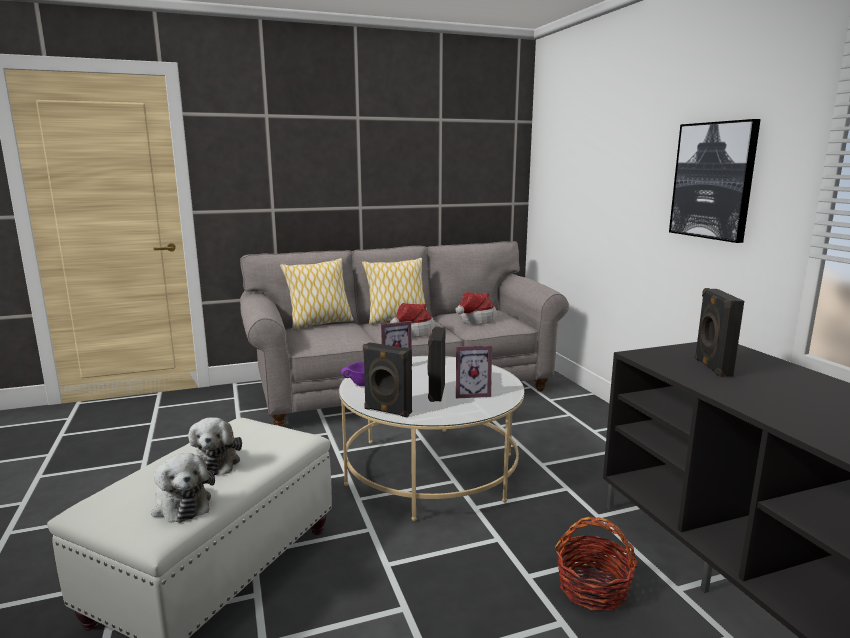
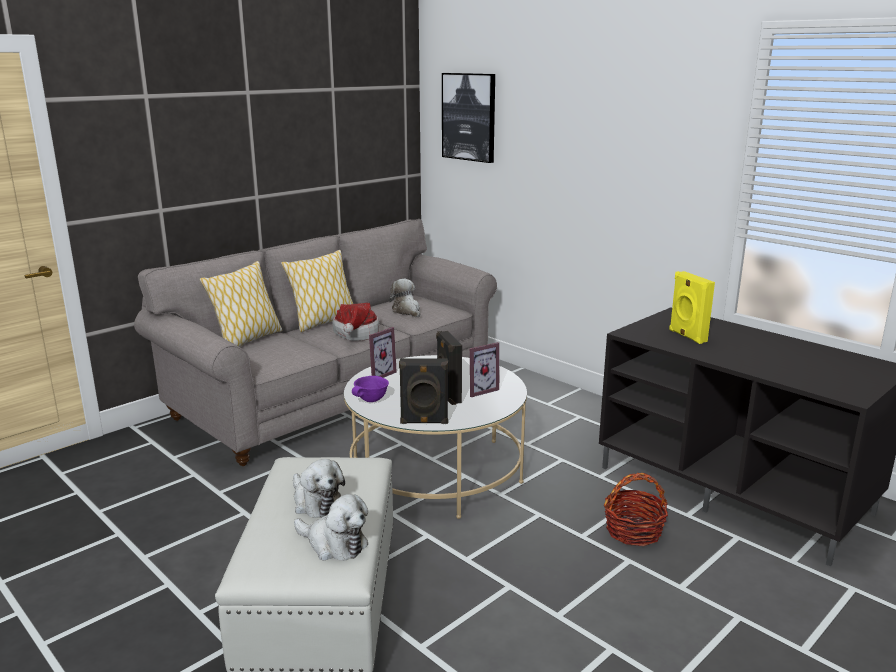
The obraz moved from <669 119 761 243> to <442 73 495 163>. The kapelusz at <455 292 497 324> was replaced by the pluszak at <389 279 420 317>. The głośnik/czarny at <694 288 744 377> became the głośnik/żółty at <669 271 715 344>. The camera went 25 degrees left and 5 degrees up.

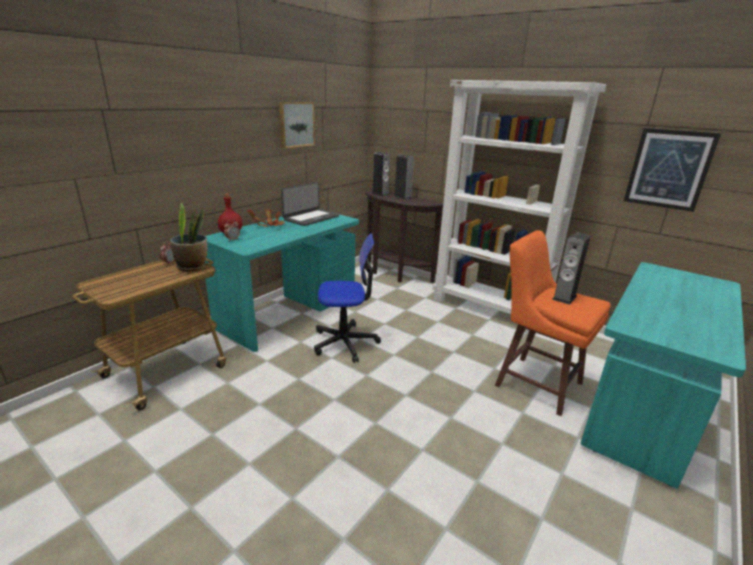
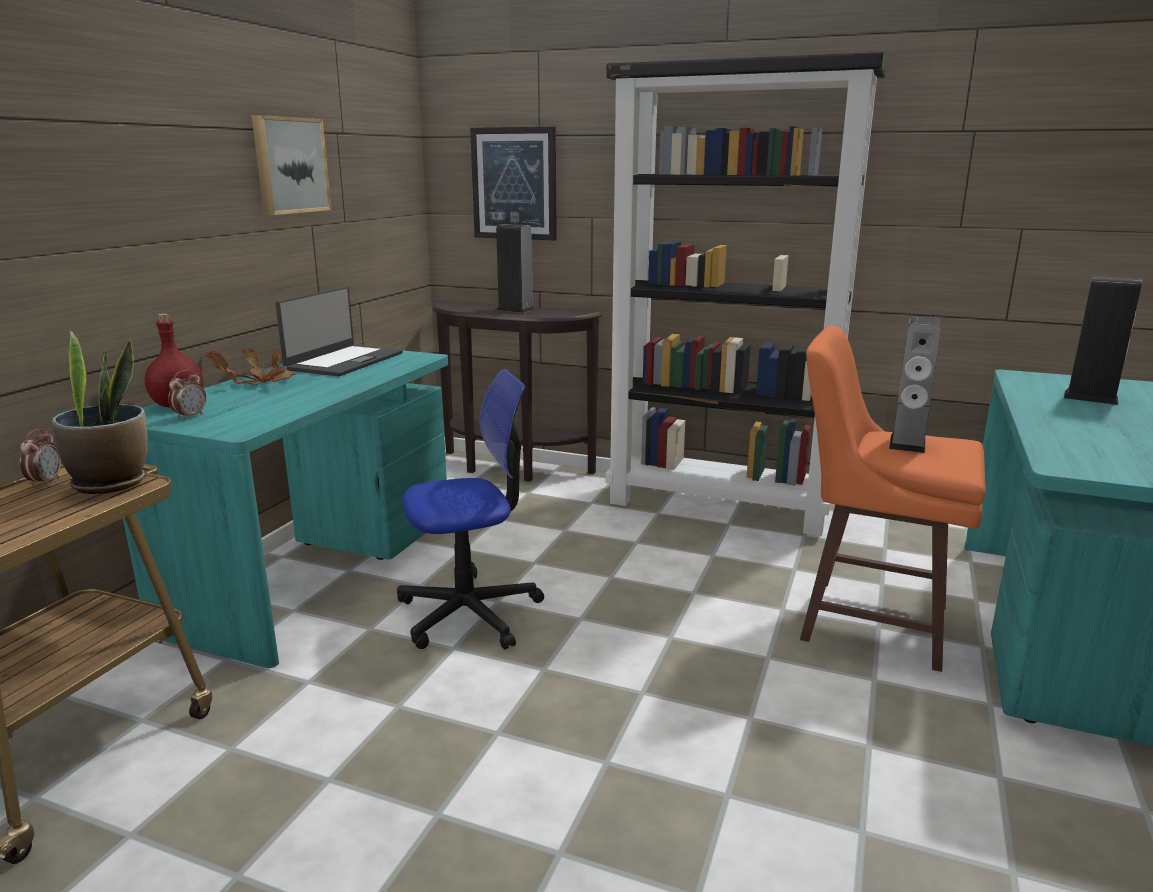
The głośnik moved from <372 152 390 196> to <1064 276 1142 405>. The obraz moved from <624 128 721 212> to <470 127 557 240>. The regał/biały at <432 80 606 334> became the regał/czarny at <606 52 887 536>. The camera went 15 degrees left and 5 degrees down.

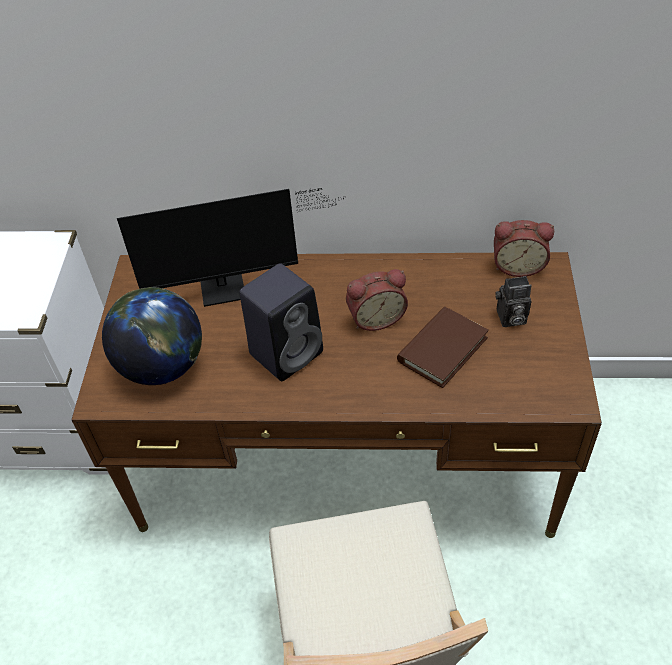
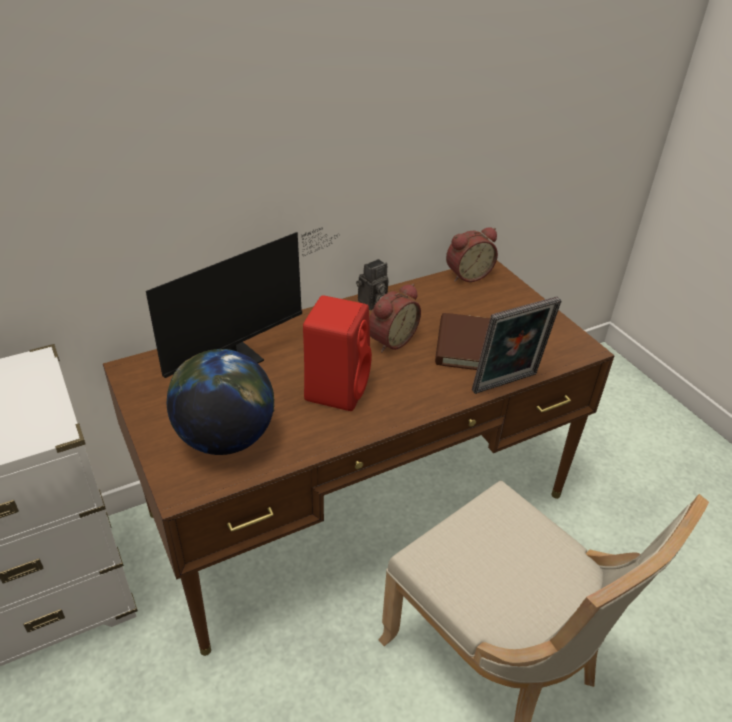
The ramka na zdjęcie at <472 296 562 394> appeared. The aparat fotograficzny moved from <495 276 531 327> to <356 259 389 311>. The głośnik/czarny at <239 263 323 381> became the głośnik/czerwony at <303 296 372 411>. The camera went 35 degrees left and 10 degrees down.

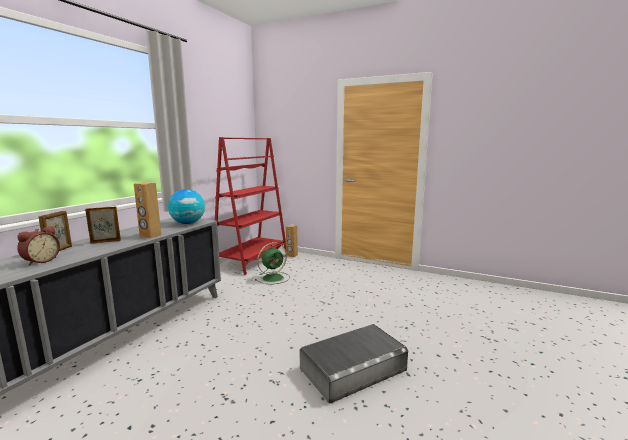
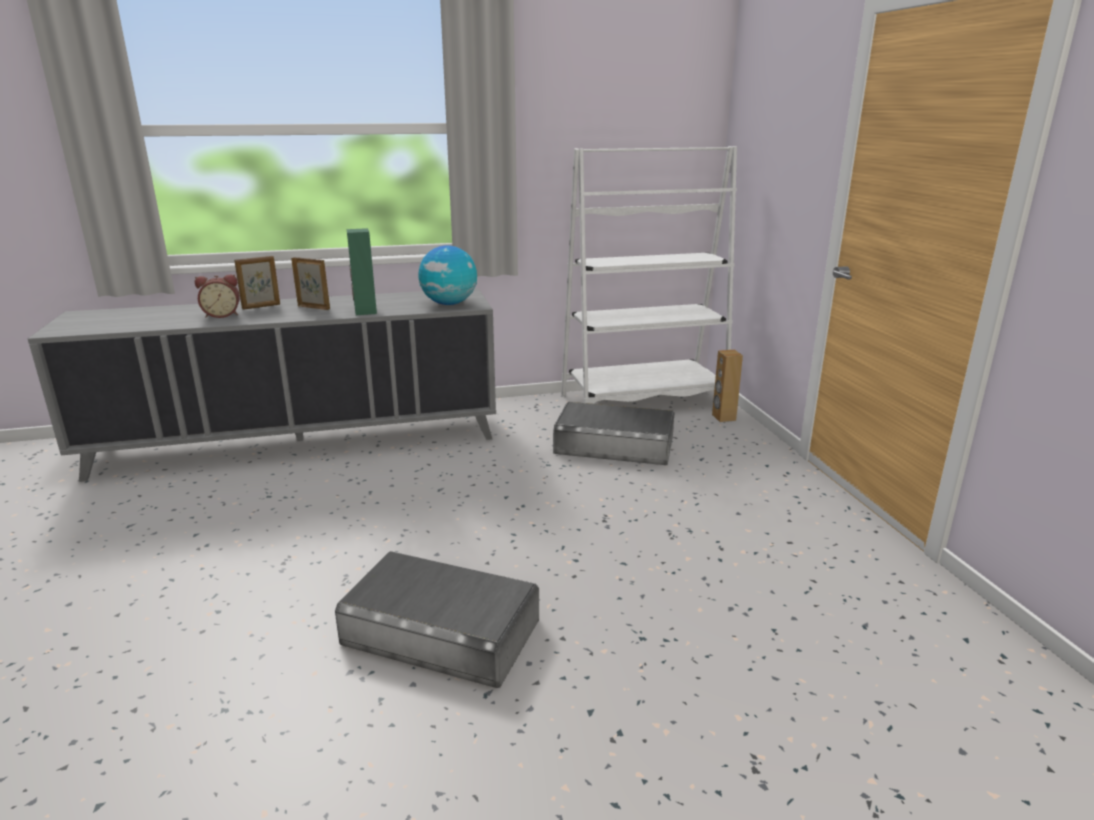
The wentylator/zielony at <255 242 290 284> was replaced by the pojemnik do przechowywania/szary at <553 402 674 465>. The głośnik/brązowy at <134 182 161 238> became the głośnik/zielony at <347 228 377 315>. The regał/czerwony at <215 137 286 275> became the regał/biały at <561 146 737 404>. The camera went 50 degrees right and 10 degrees up.

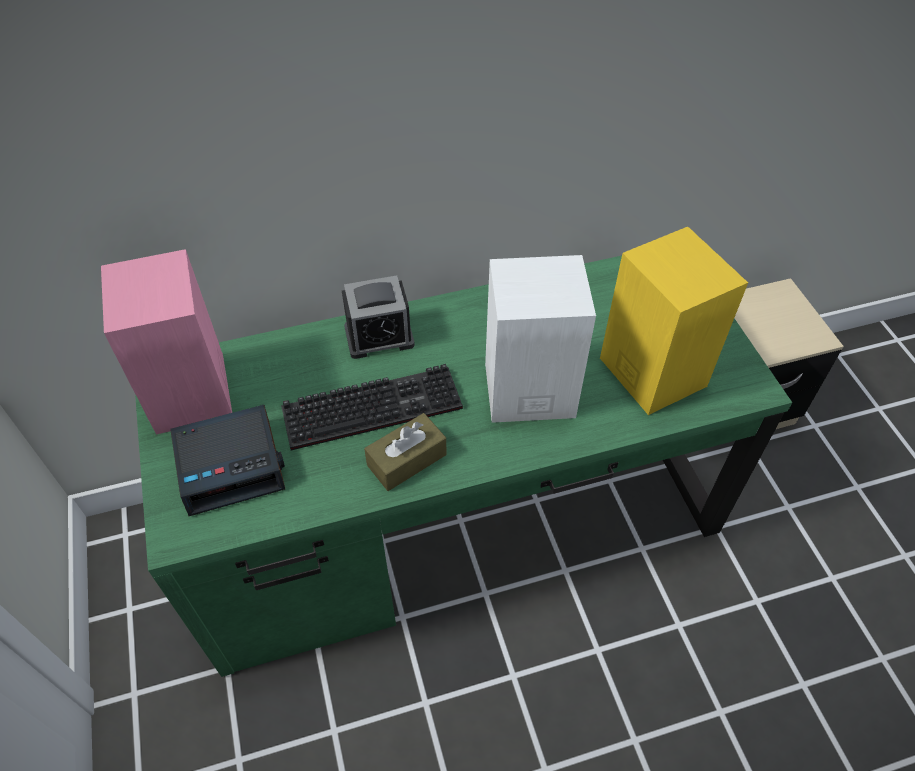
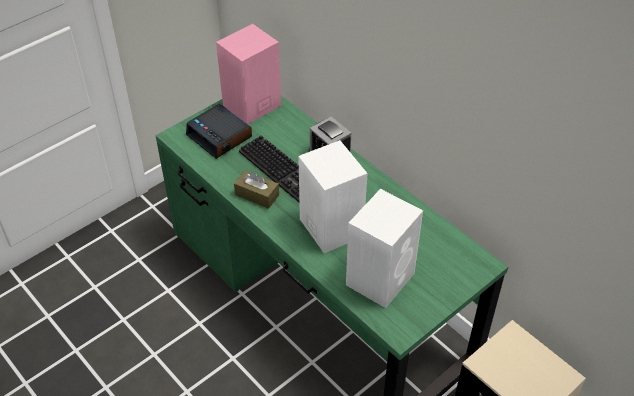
The głośnik/żółty at <600 227 748 415> became the głośnik/biały at <346 189 423 308>. The camera went 65 degrees right and 5 degrees down.

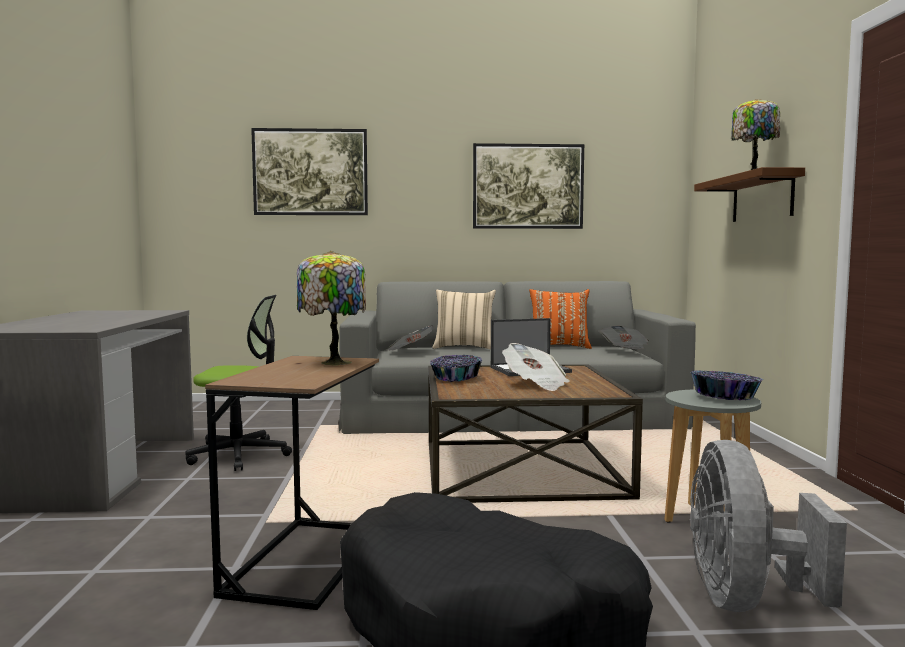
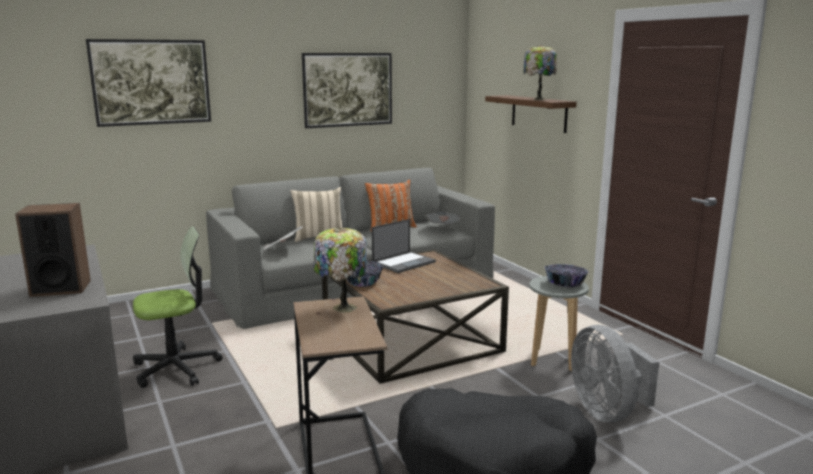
The gazeta at <502 343 570 391> disappeared. The głośnik at <15 203 91 297> appeared. The camera went 25 degrees left and 10 degrees up.

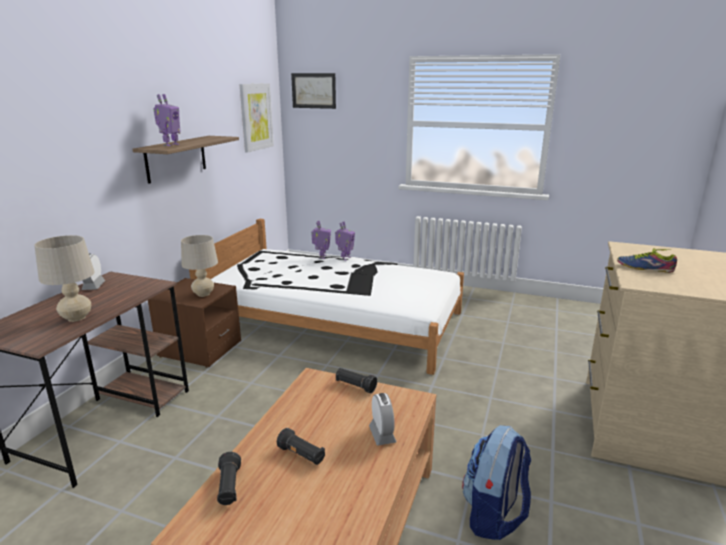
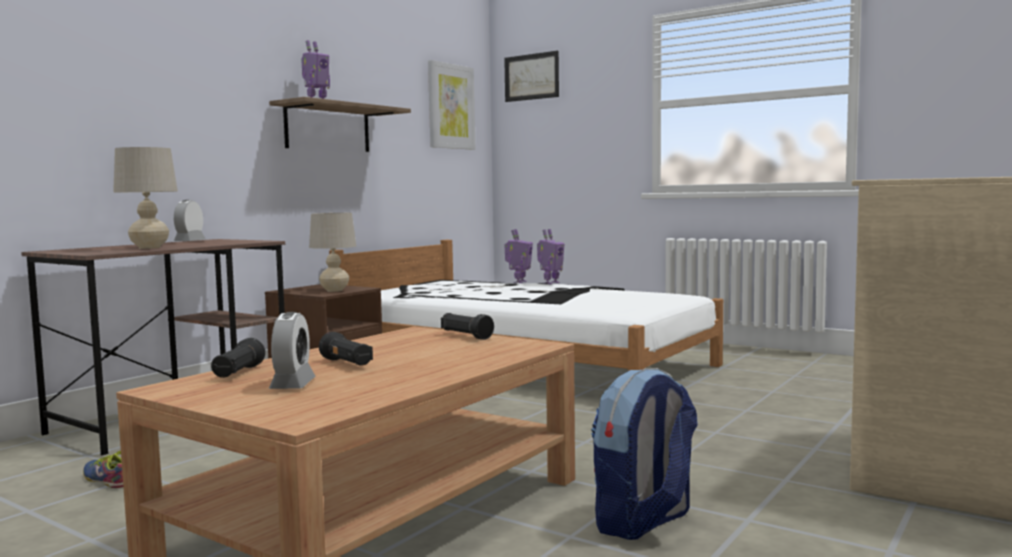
The budzik moved from <369 393 397 445> to <269 312 315 389>. The but moved from <617 248 677 273> to <83 451 123 488>. The camera went 15 degrees right and 15 degrees down.

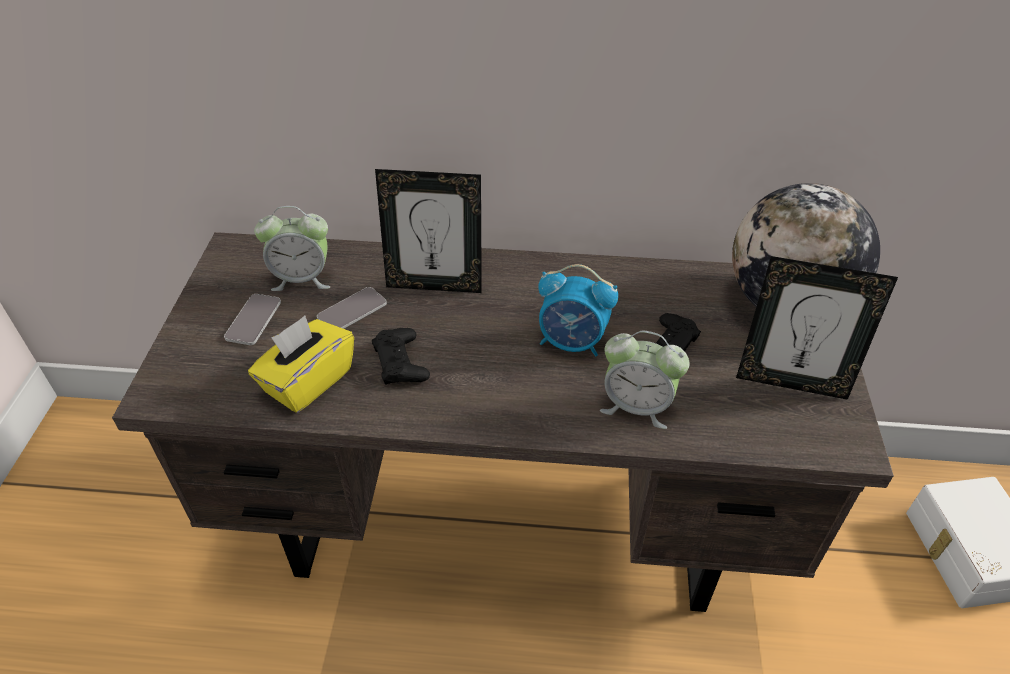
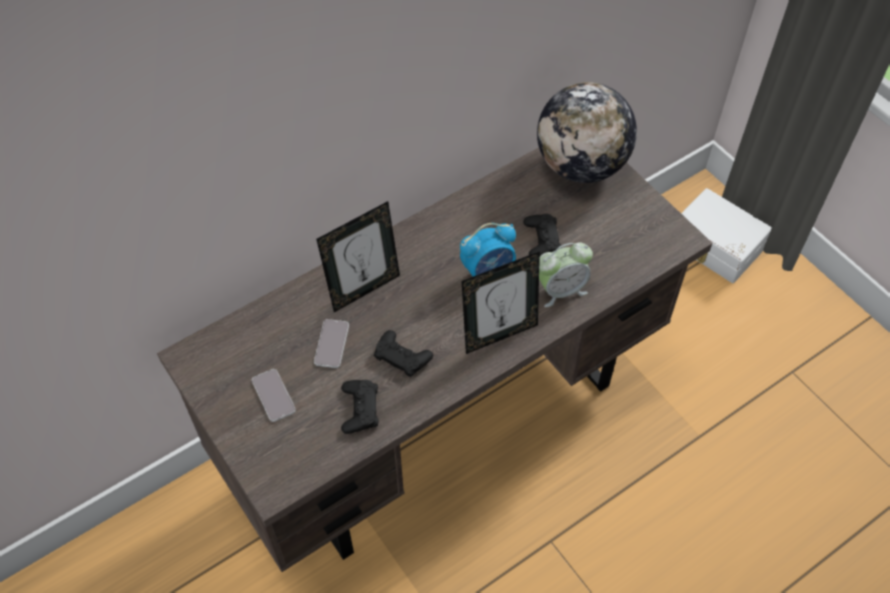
The budzik at <254 206 330 291> disappeared. The ramka na zdjęcie moved from <736 256 898 400> to <462 251 540 354>. The pudełko chusteczek/żółty at <248 316 354 413> was replaced by the pad do gier/czarny at <341 380 379 434>. The camera went 40 degrees left and 10 degrees up.

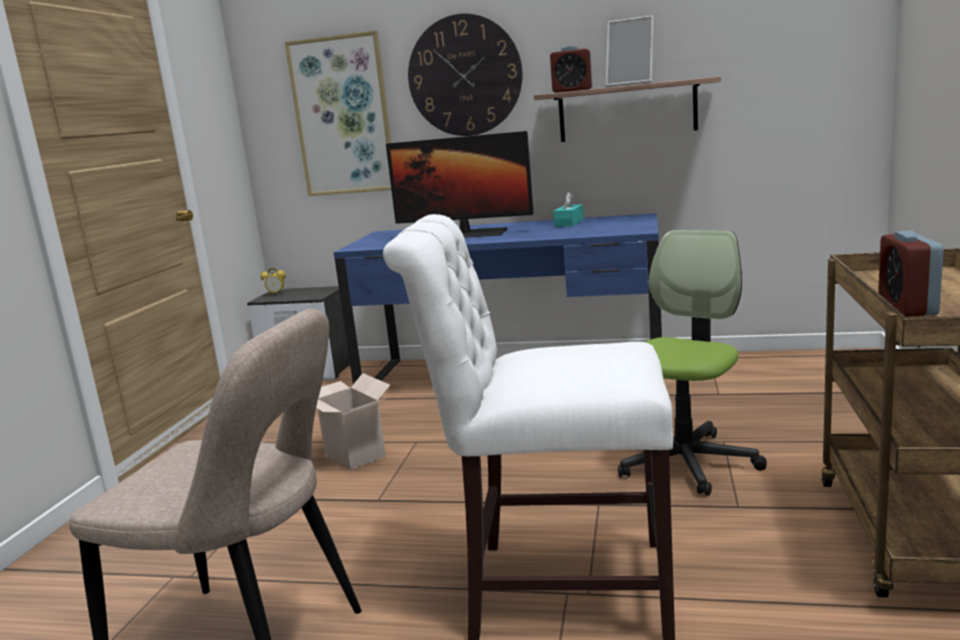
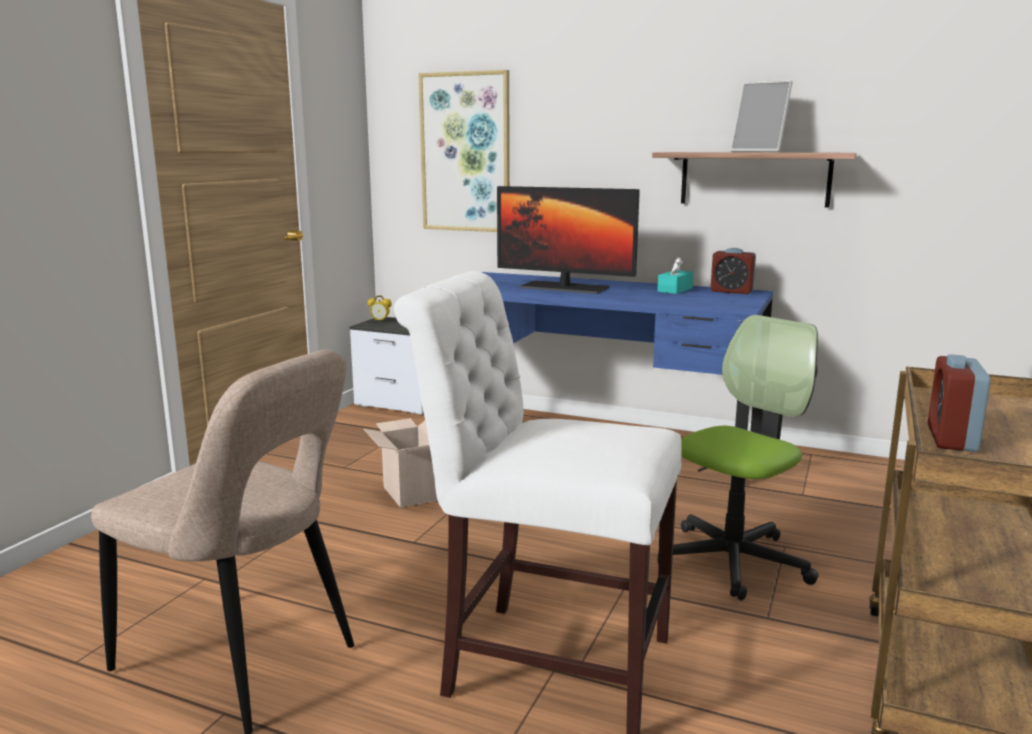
The zegar ścienny at <408 13 522 136> disappeared. The budzik moved from <550 46 592 93> to <710 248 756 294>. The camera went 10 degrees right and 0 degrees up.

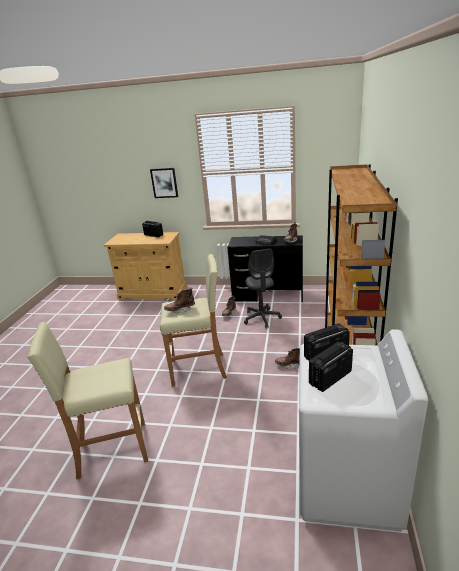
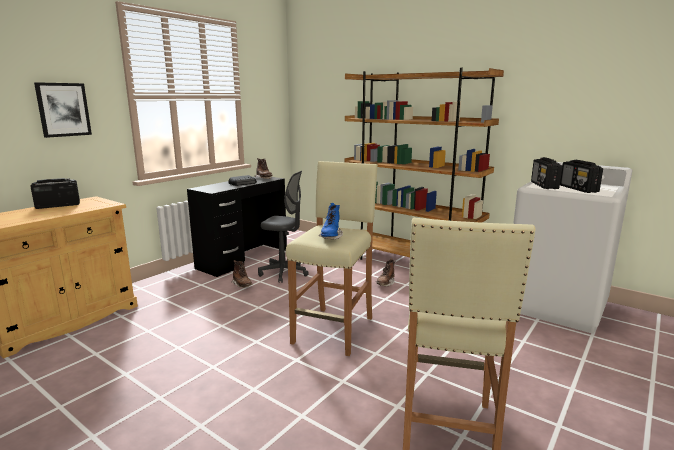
The but z cholewką/brązowy at <164 288 195 313> became the but z cholewką/niebieski at <319 203 343 240>. The camera went 65 degrees left and 10 degrees down.

